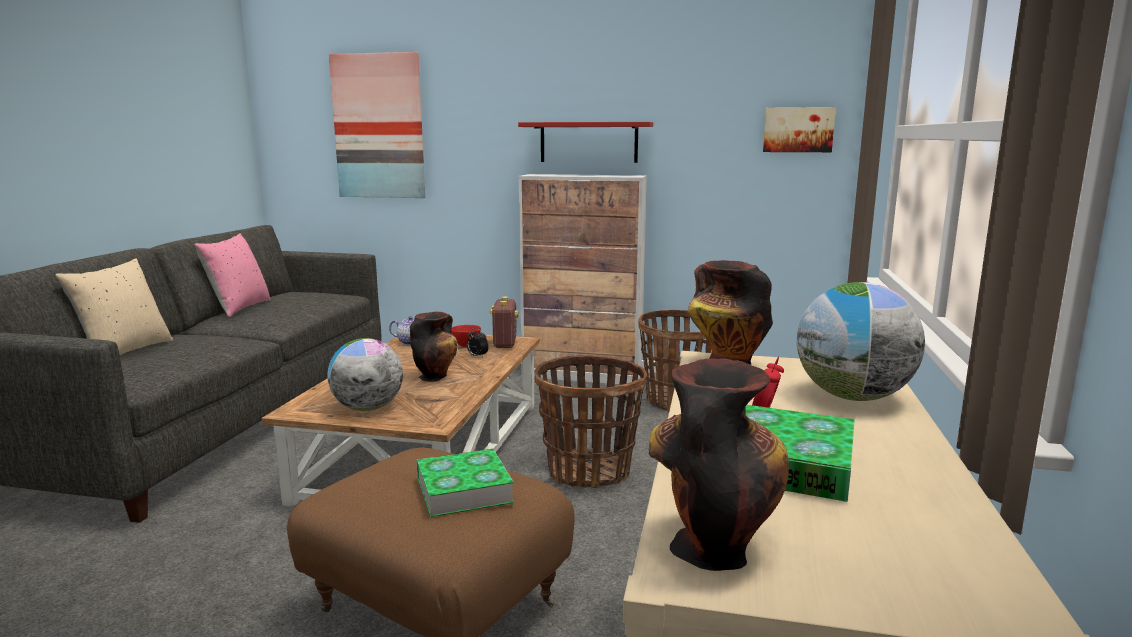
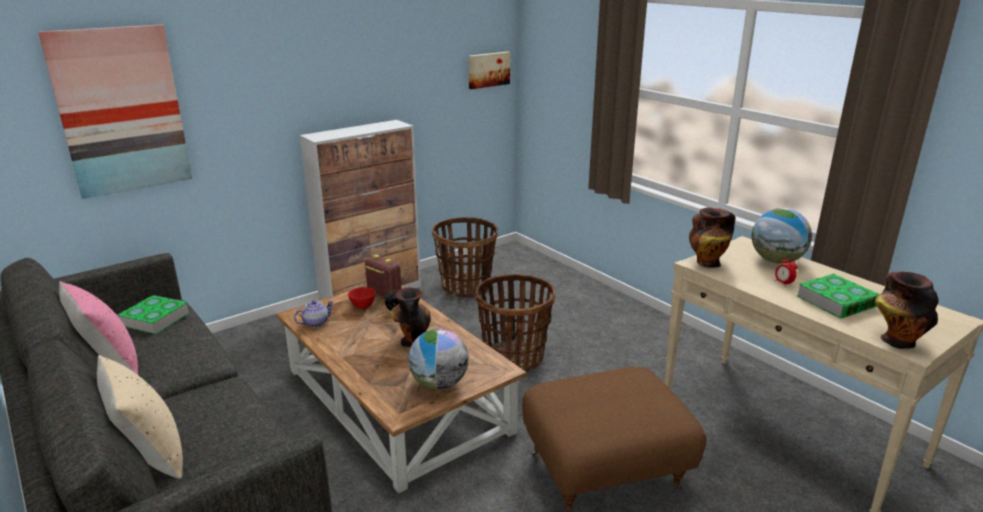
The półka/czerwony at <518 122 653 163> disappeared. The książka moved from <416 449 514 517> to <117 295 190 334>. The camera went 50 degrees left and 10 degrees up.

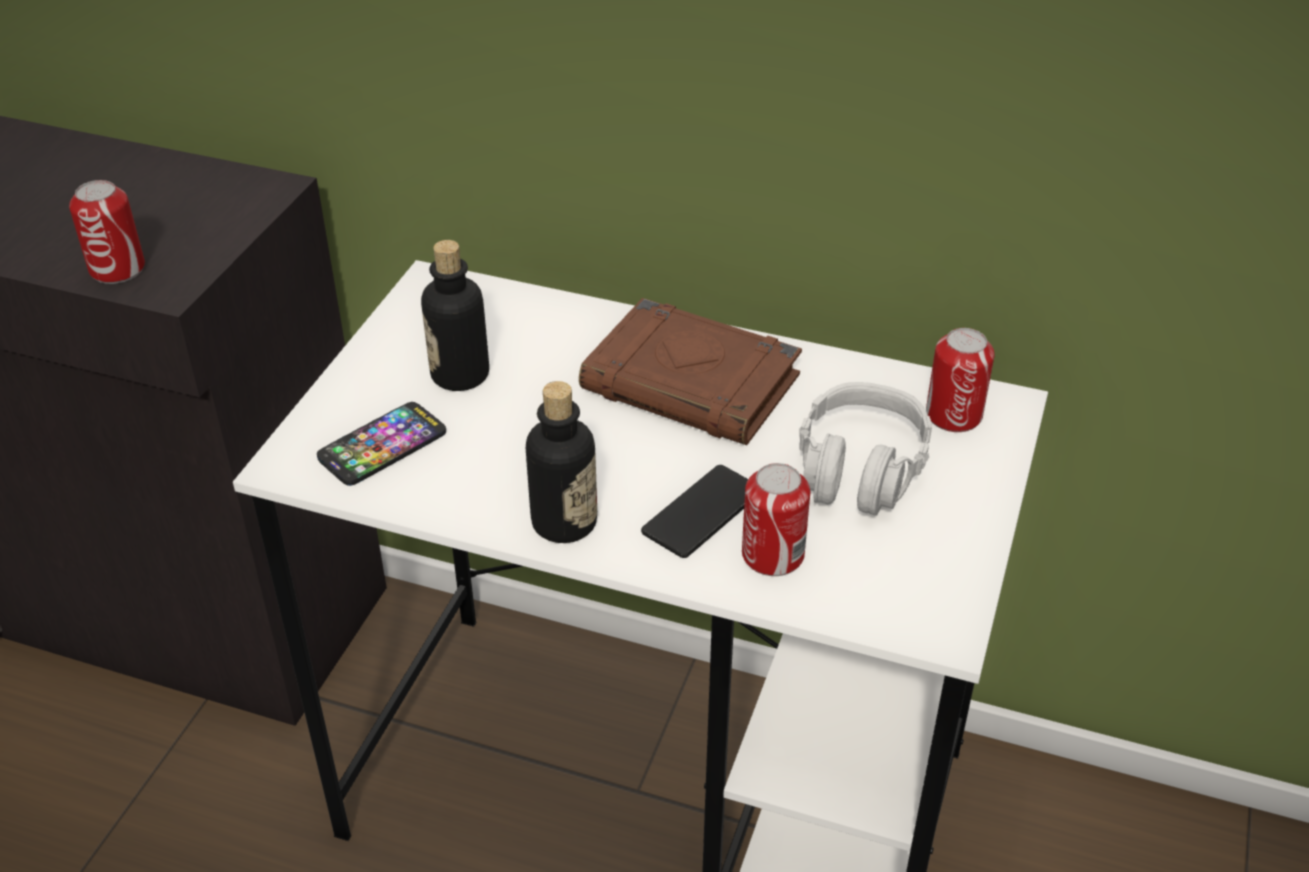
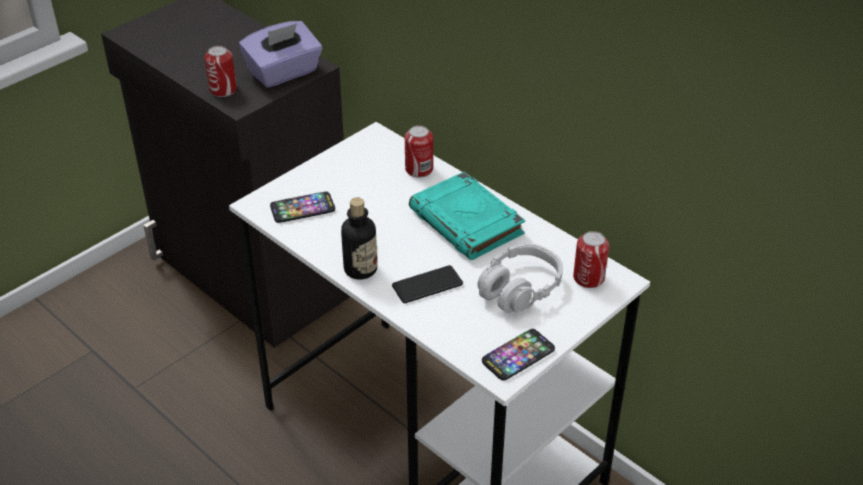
The butelka at <421 240 489 391> disappeared. The pudełko chusteczek/fioletowy at <239 21 322 88> appeared. The telefon at <482 329 555 381> appeared. The puszka moved from <742 463 810 576> to <405 125 433 178>. The książka/brązowy at <579 298 802 445> became the książka/turkusowy at <409 172 525 261>. The camera went 25 degrees right and 0 degrees up.

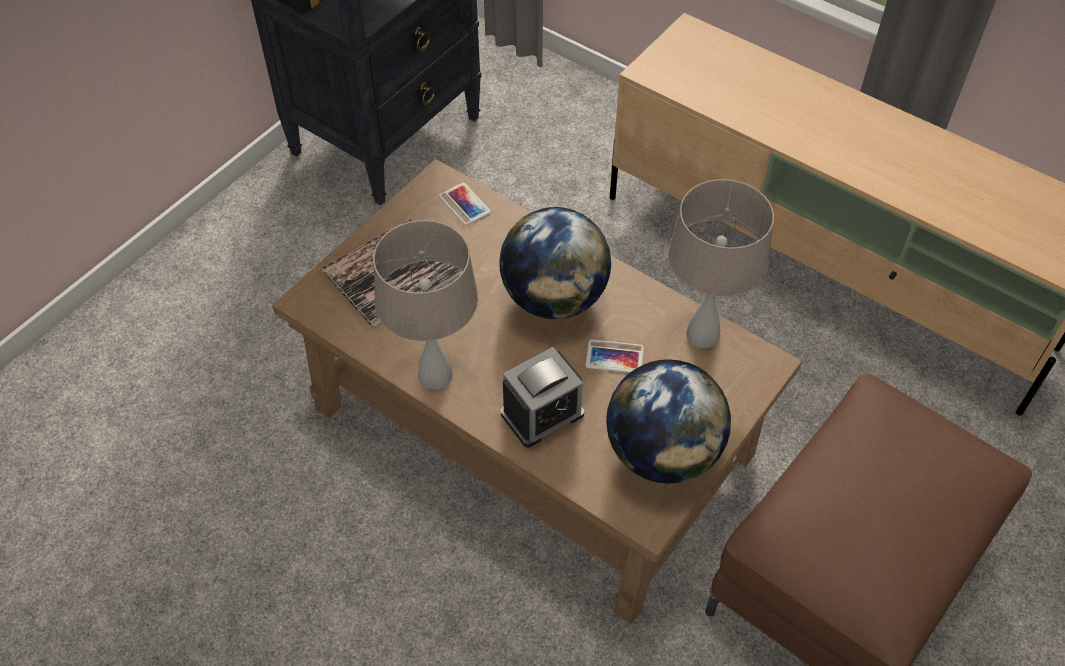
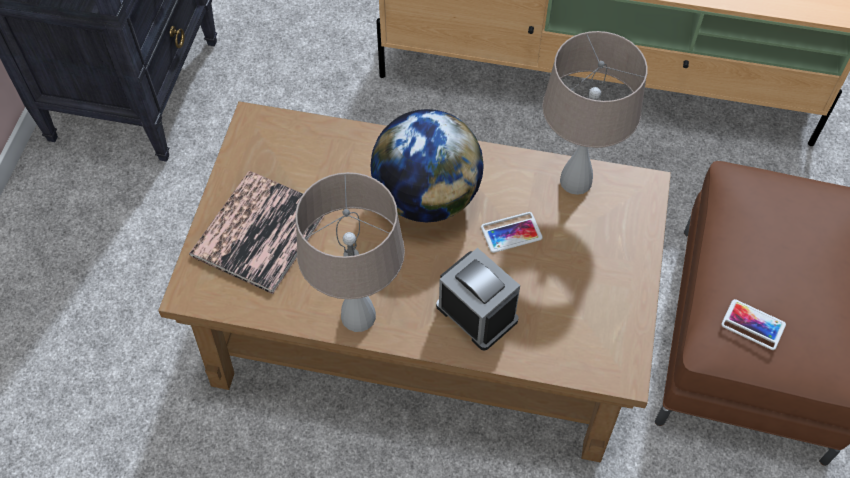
The globus at <606 359 731 484> disappeared. The telefon moved from <439 183 491 225> to <721 299 786 350>. The budzik at <501 347 584 448> turned 75 degrees counterclockwise. The camera went 25 degrees left and 5 degrees up.

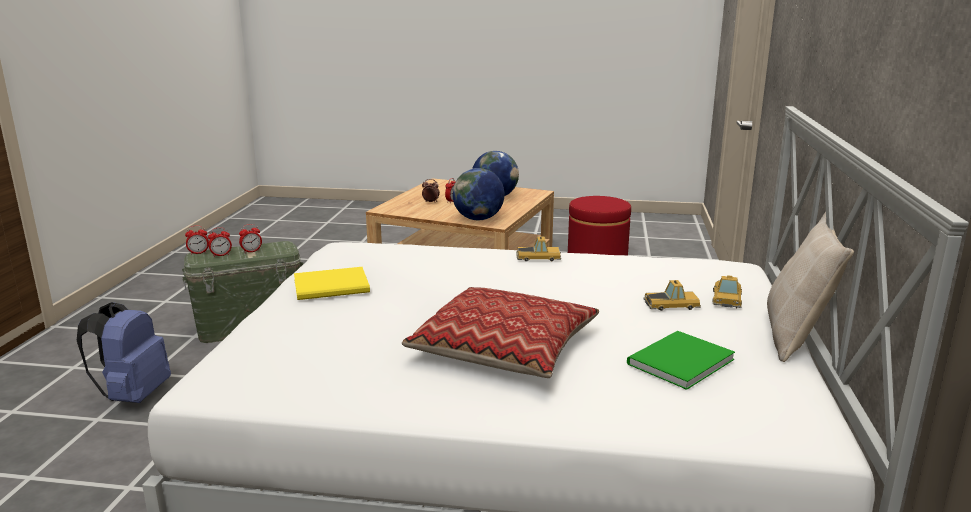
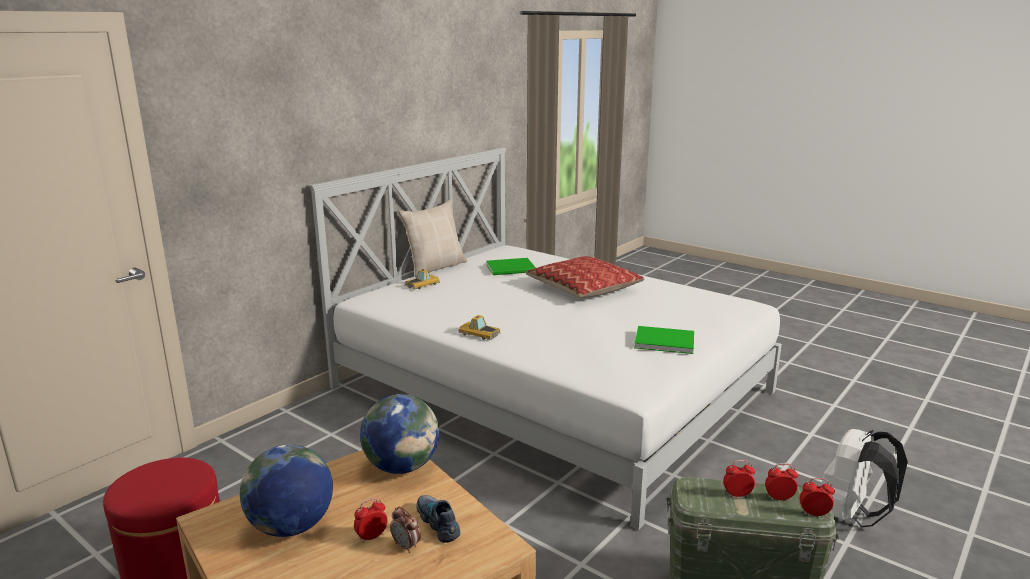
The samochodzik at <643 280 701 311> disappeared. The but at <416 495 461 543> appeared. The plecak/niebieski at <77 302 171 403> became the plecak/biały at <821 429 908 527>. The książka/żółty at <294 267 370 300> became the książka/zielony at <634 326 694 354>. The camera went 150 degrees left and 0 degrees up.

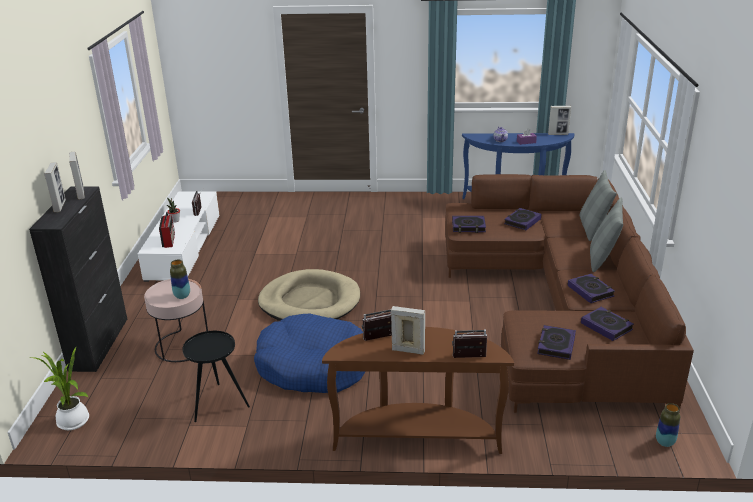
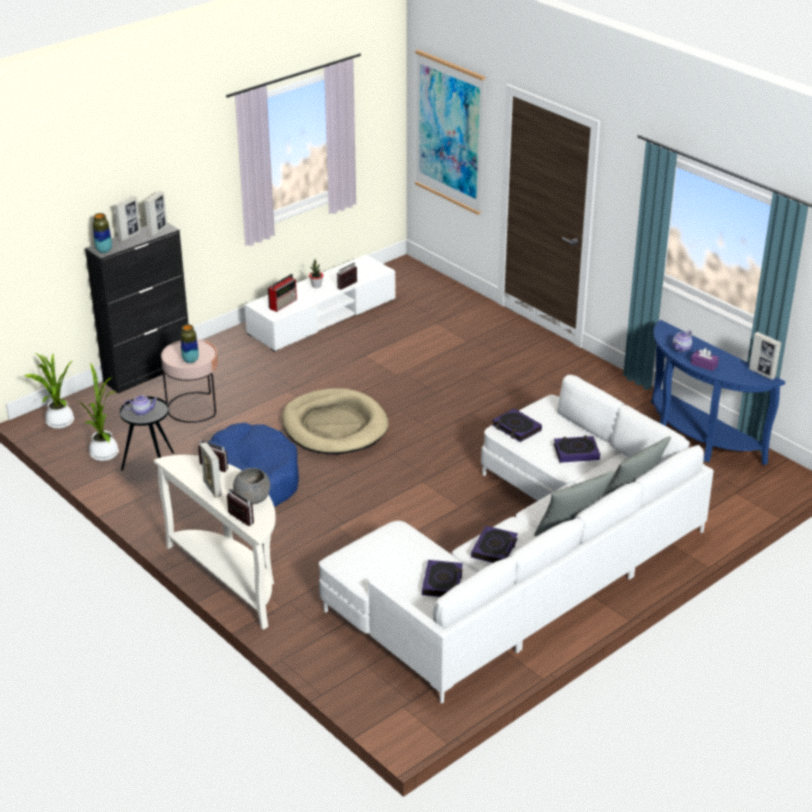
The książka at <537 325 576 360> disappeared. The roślina doniczkowa at <78 363 119 461> appeared. The imbryk at <124 395 158 416> appeared. The miska/szary at <233 468 270 504> appeared. The obraz at <415 50 485 215> appeared. The wazon moved from <656 403 680 447> to <93 213 112 253>. The stolik konsolowy/brązowy at <322 327 514 454> became the stolik konsolowy/biały at <154 455 276 629>. The kanapa/brązowy at <445 174 694 413> became the kanapa/biały at <319 375 714 704>. The camera went 45 degrees right and 5 degrees up.

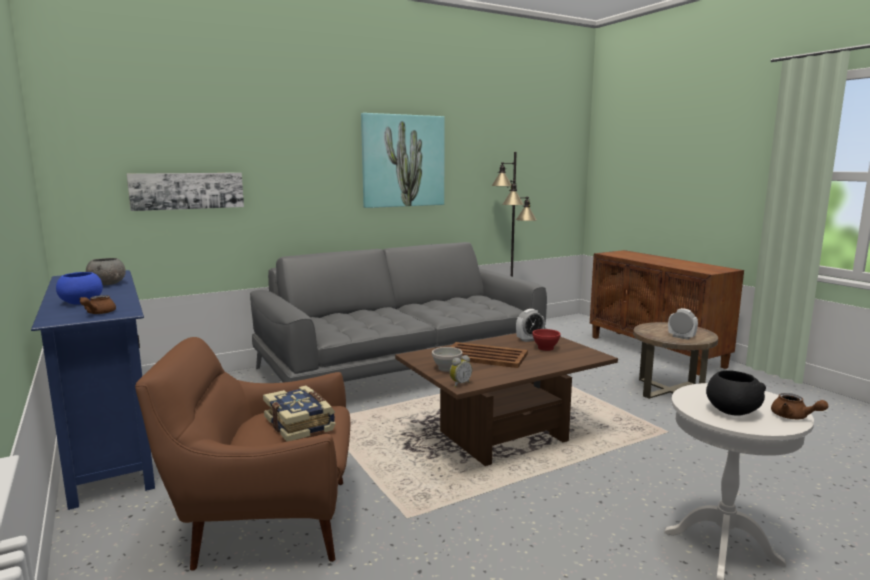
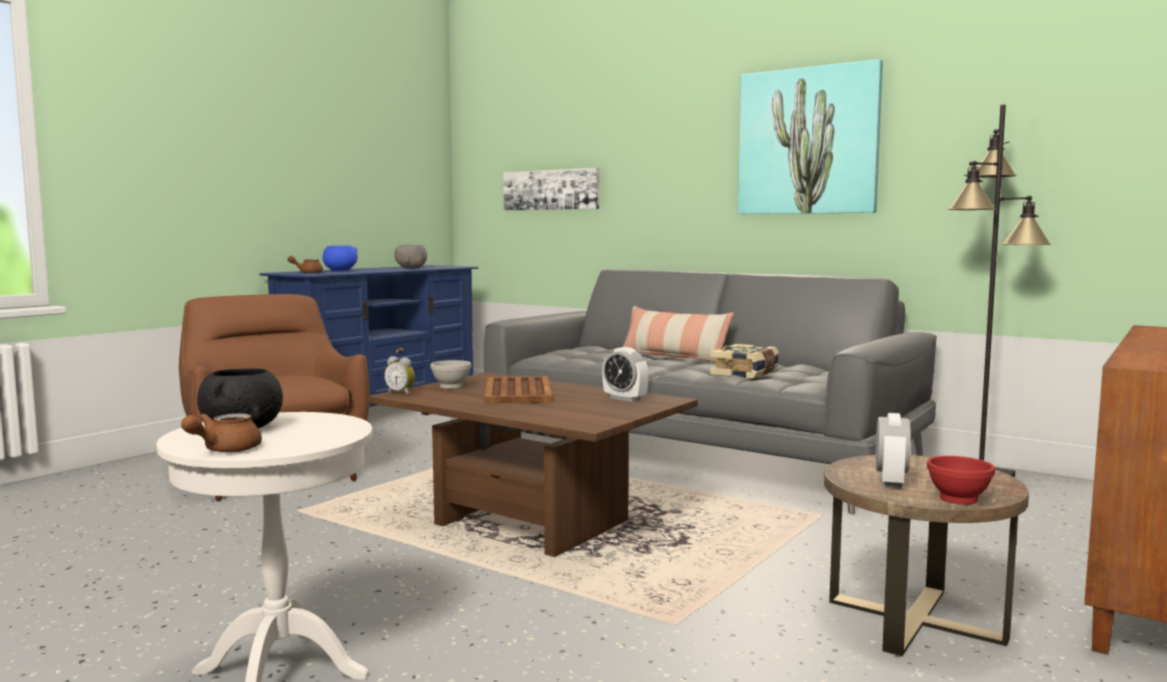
The poduszka at <623 306 734 364> appeared. The książka moved from <263 385 336 441> to <710 344 779 379>. The miska/czerwony moved from <532 329 561 351> to <927 456 995 505>. The camera went 65 degrees right and 5 degrees down.

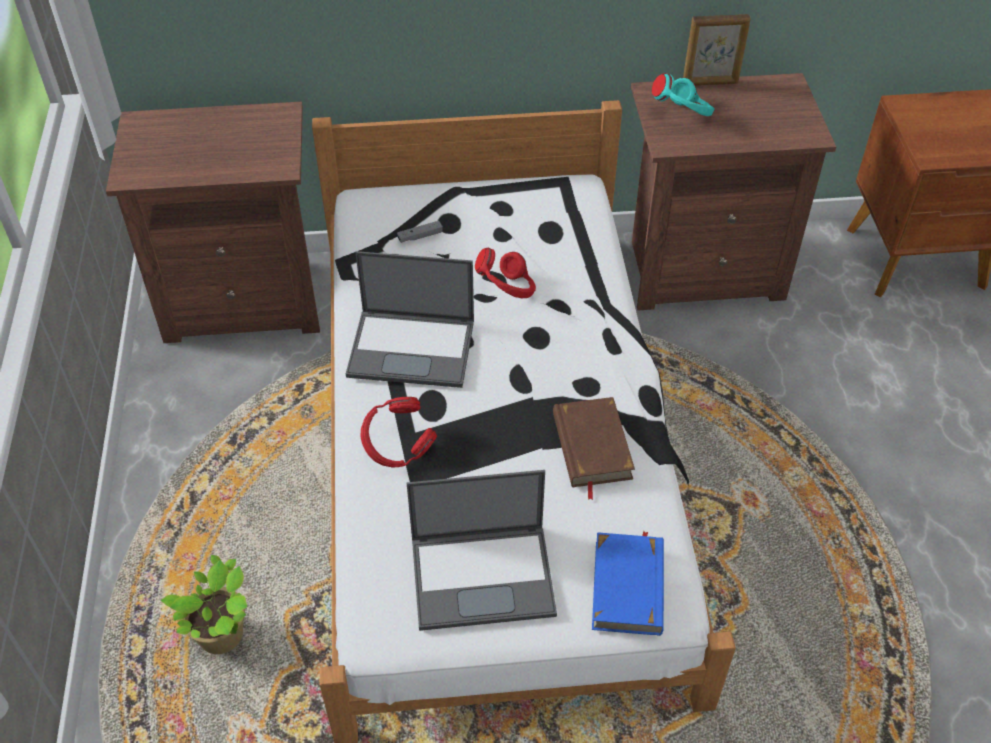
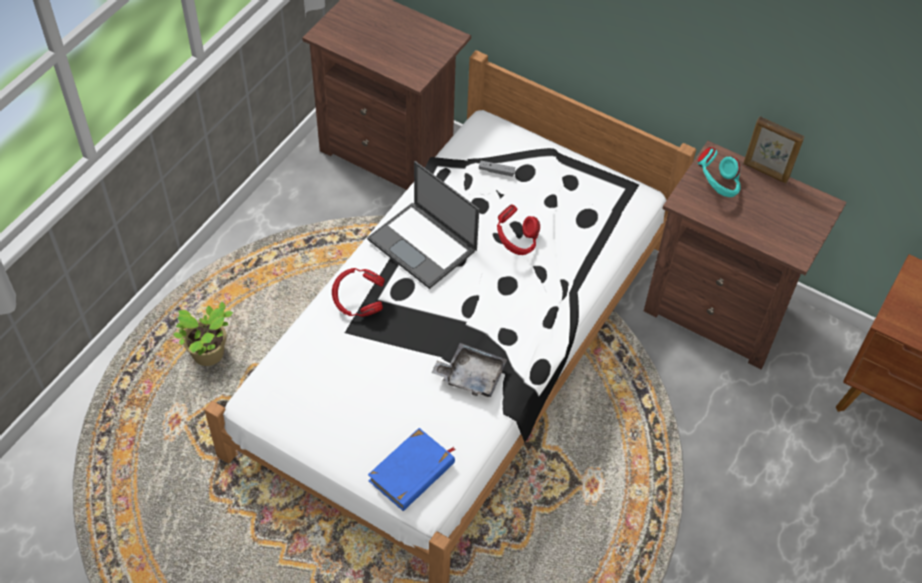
The laptop at <407 470 557 631> disappeared. The książka/brązowy at <553 397 635 500> was replaced by the taca/szary at <431 343 507 397>. The camera went 35 degrees right and 5 degrees up.

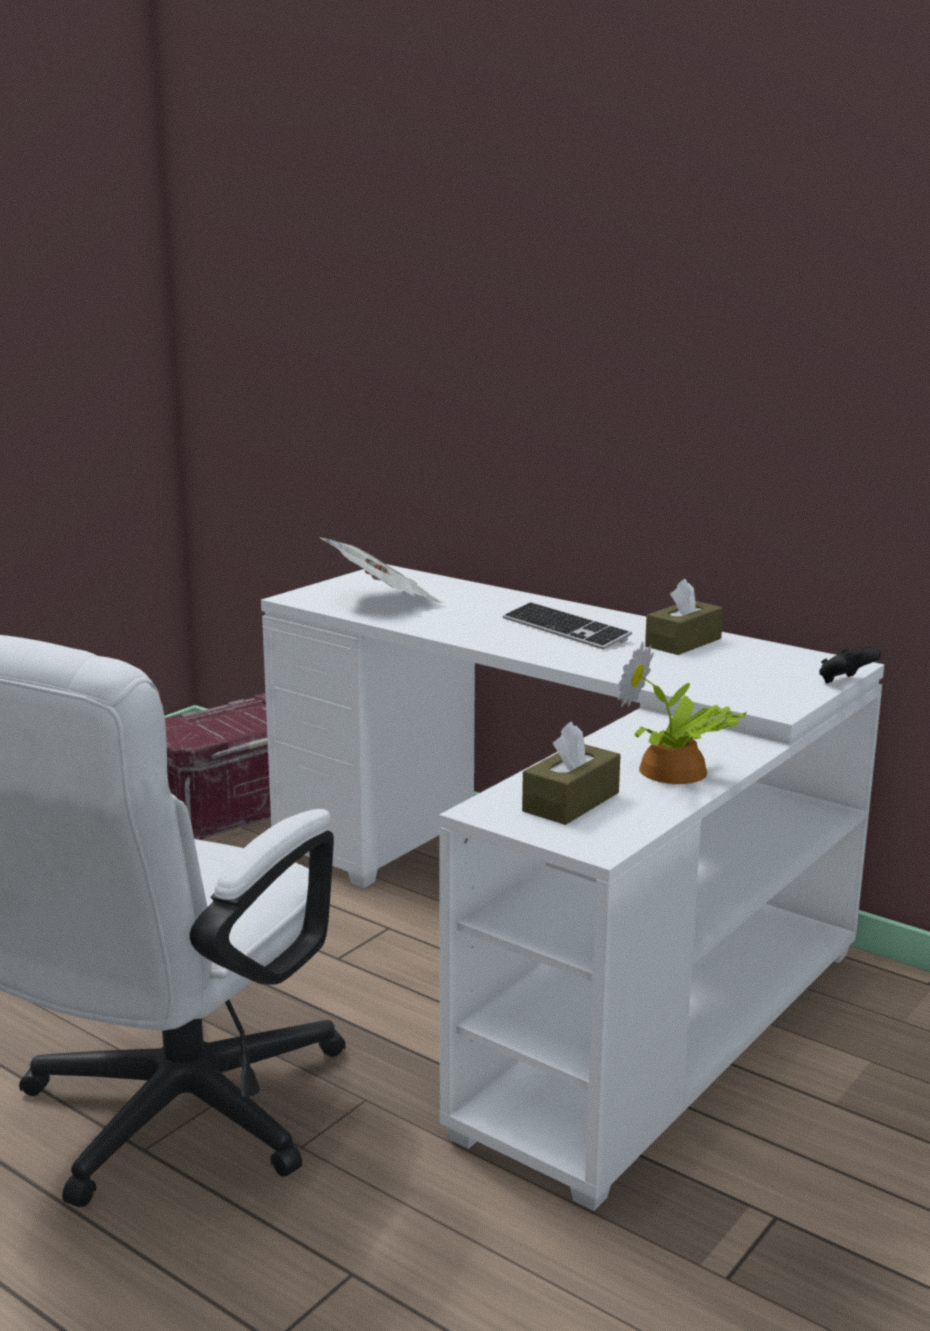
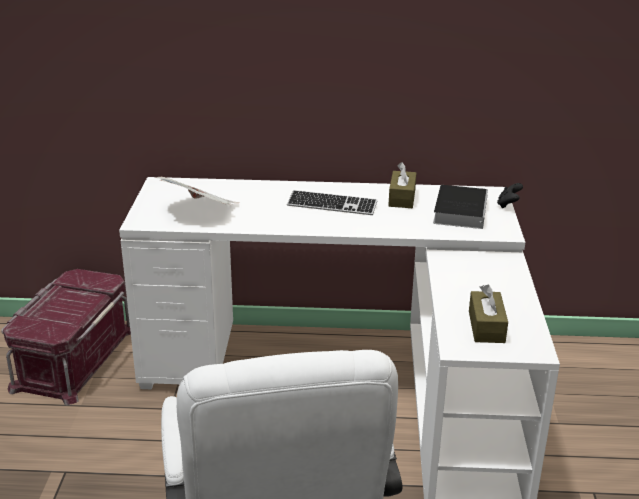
The roślina doniczkowa at <618 642 746 784> disappeared. The książka at <433 185 488 229> appeared. The camera went 35 degrees left and 10 degrees up.

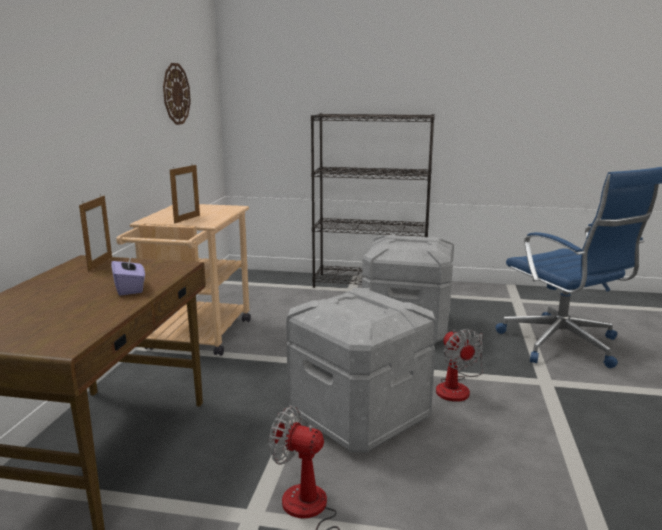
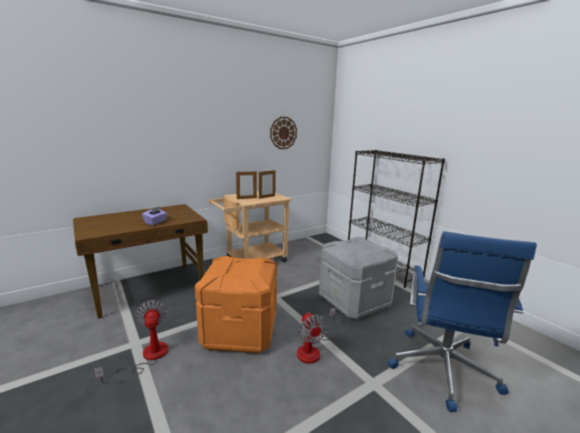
The ramka na zdjęcie moved from <79 196 112 271> to <259 170 276 199>. The pojemnik do przechowywania/szary at <286 288 437 453> became the pojemnik do przechowywania/pomarańczowy at <195 256 277 353>. The wentylator at <436 329 484 402> turned 45 degrees counterclockwise. The camera went 45 degrees right and 0 degrees up.

